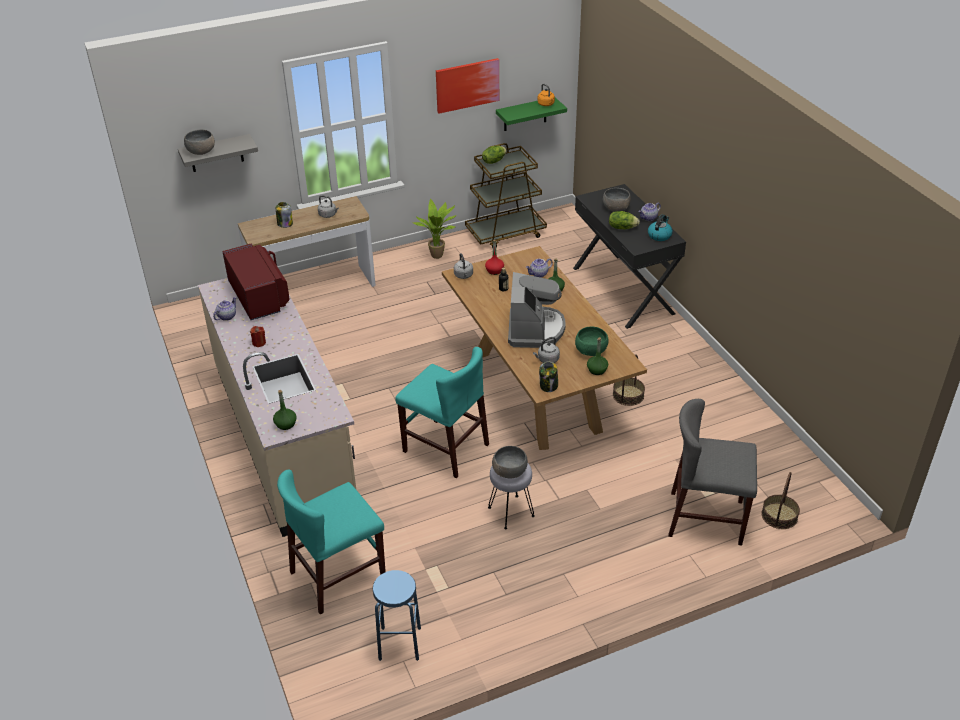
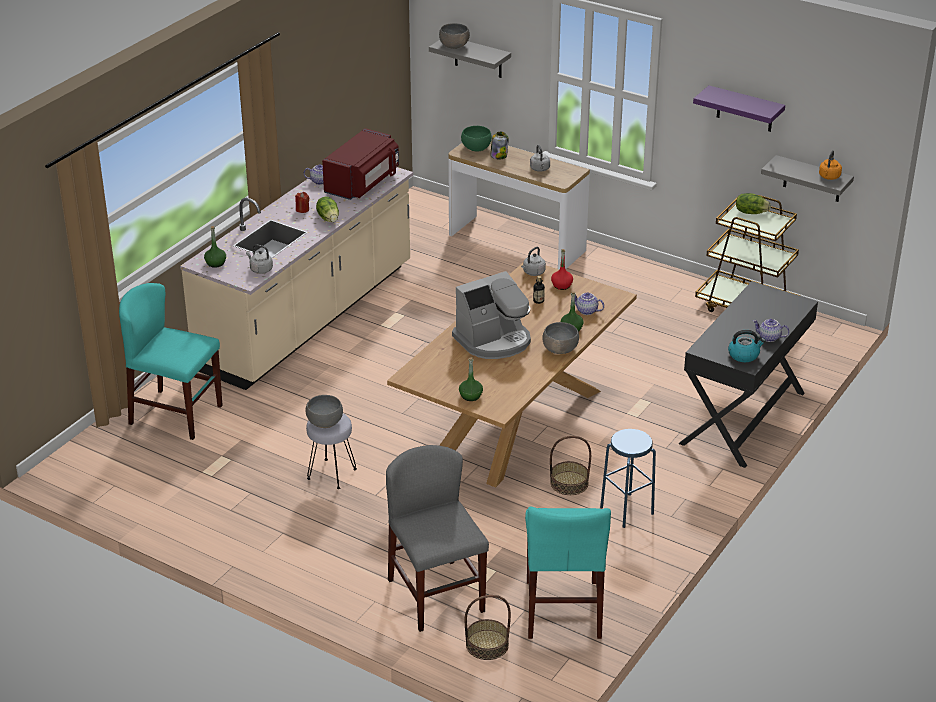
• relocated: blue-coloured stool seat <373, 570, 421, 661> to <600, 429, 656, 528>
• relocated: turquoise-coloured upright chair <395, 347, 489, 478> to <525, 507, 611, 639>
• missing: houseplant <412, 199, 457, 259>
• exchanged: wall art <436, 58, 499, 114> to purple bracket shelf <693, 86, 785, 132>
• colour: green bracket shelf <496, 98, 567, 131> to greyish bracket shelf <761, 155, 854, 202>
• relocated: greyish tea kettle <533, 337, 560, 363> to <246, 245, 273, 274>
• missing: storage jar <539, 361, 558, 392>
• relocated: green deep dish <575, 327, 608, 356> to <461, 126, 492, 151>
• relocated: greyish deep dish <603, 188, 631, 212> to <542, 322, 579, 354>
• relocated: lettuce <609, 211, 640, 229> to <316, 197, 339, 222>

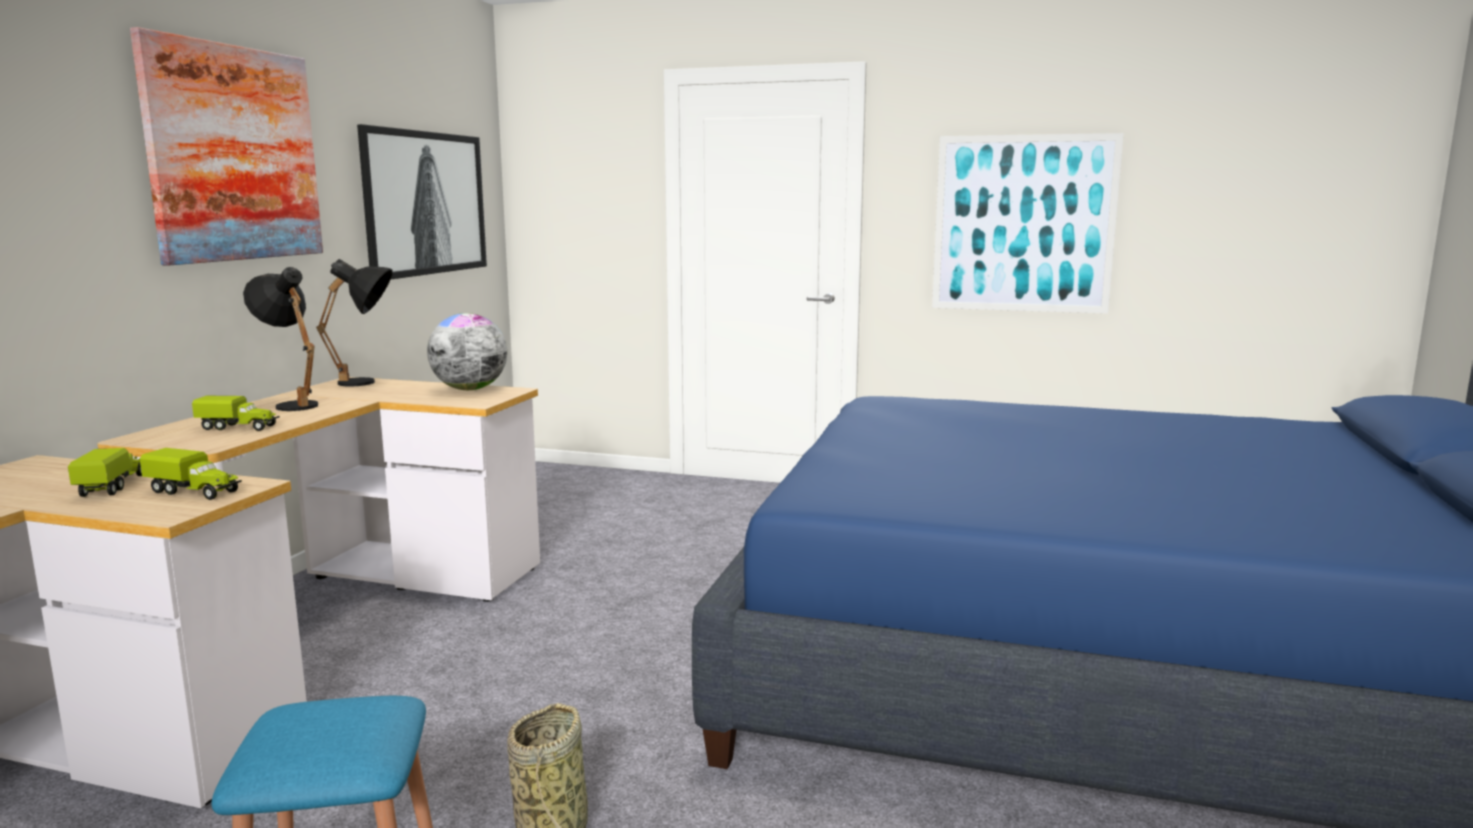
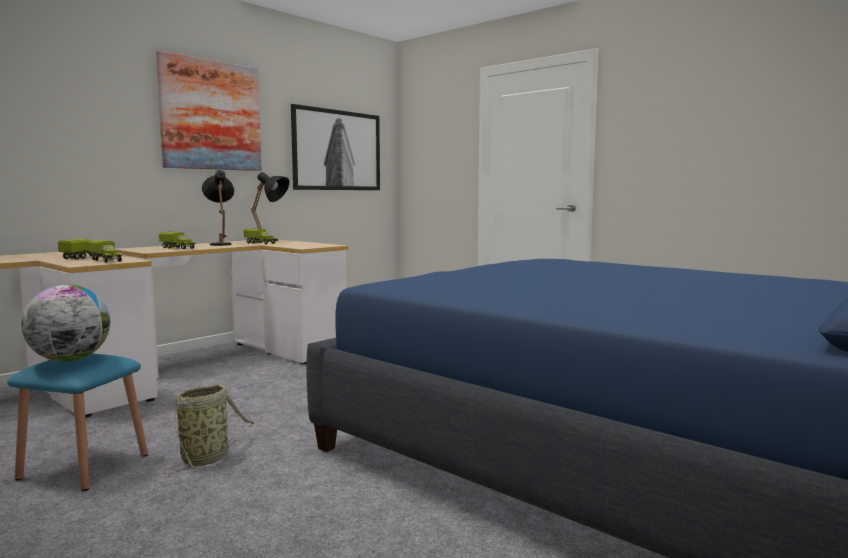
• relocated: desk globe <427, 313, 507, 390> to <21, 285, 110, 362>
• missing: wall art <932, 133, 1124, 314>
• appeared: toy lorry <244, 228, 277, 245>

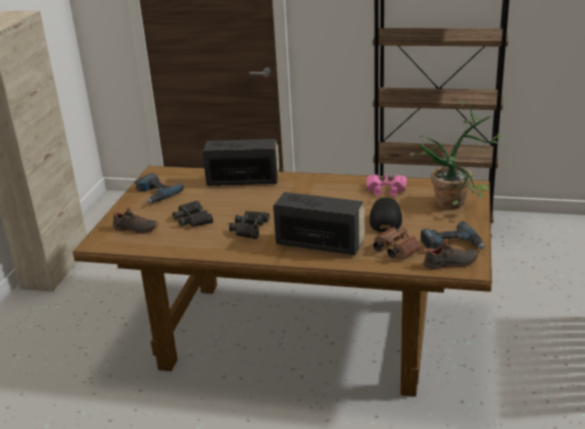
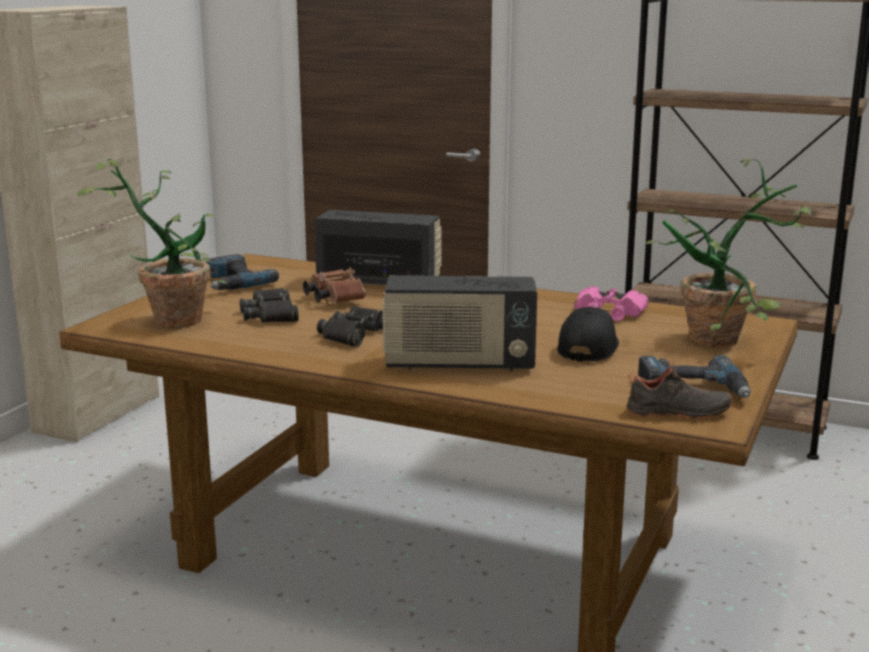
• exchanged: black shoe <112, 205, 159, 234> to houseplant <77, 159, 227, 328>
• spun: radio <273, 192, 365, 255> = <382, 276, 537, 371> 150 degrees clockwise
• relocated: brown-coloured binoculars <373, 227, 421, 259> to <303, 267, 366, 306>

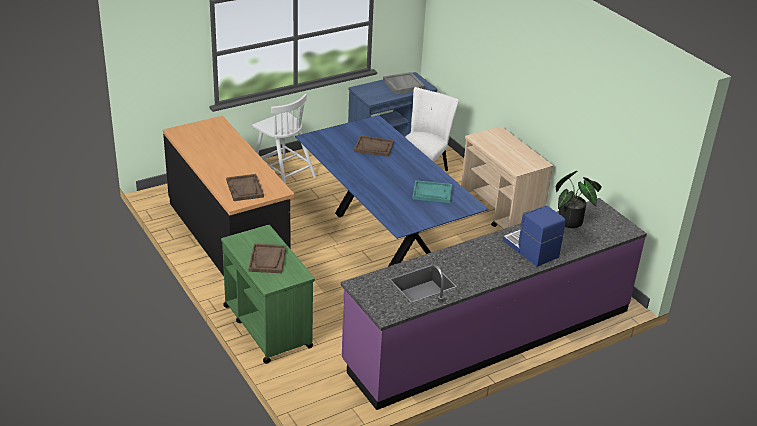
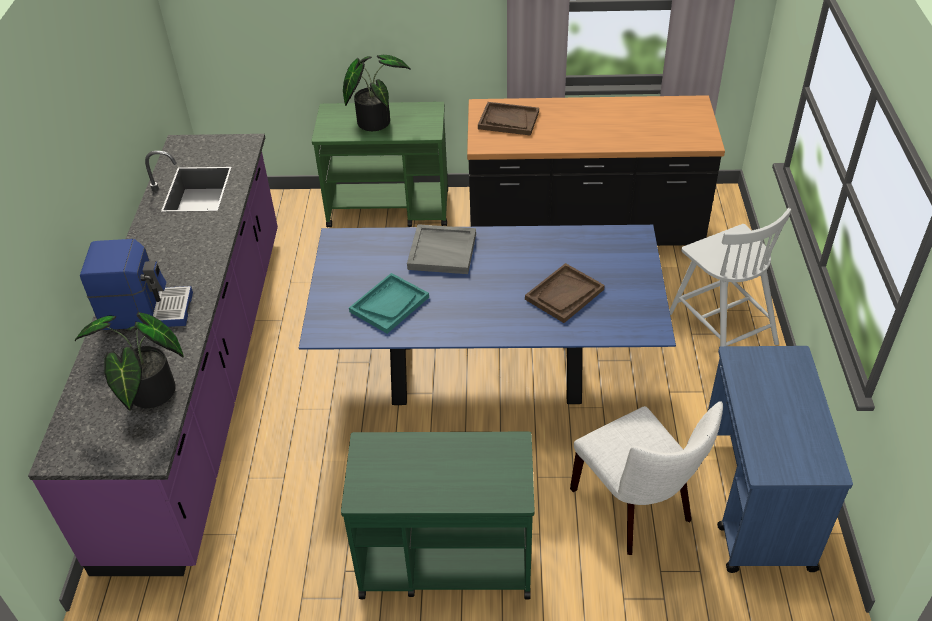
• exchanged: brown-coloured carrying tray <249, 244, 286, 273> to houseplant <343, 55, 411, 131>
• spun: white upright chair <252, 94, 316, 184> = <669, 208, 791, 347> 105 degrees counterclockwise
• relocated: greyish carrying tray <383, 72, 425, 94> to <407, 224, 476, 274>
• colour: beige-coloured wheeled cart <461, 126, 553, 229> to green wheeled cart <341, 432, 535, 600>

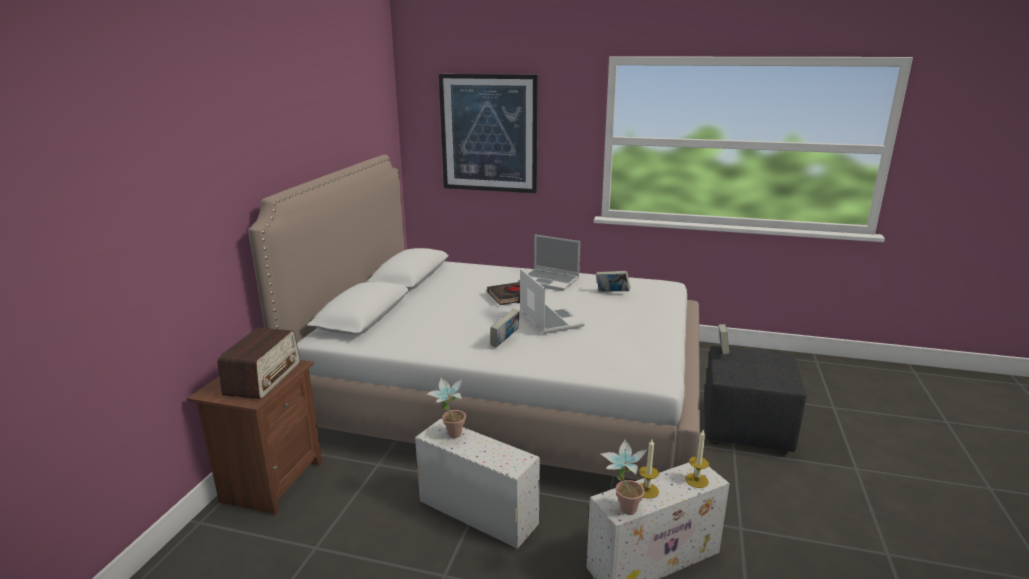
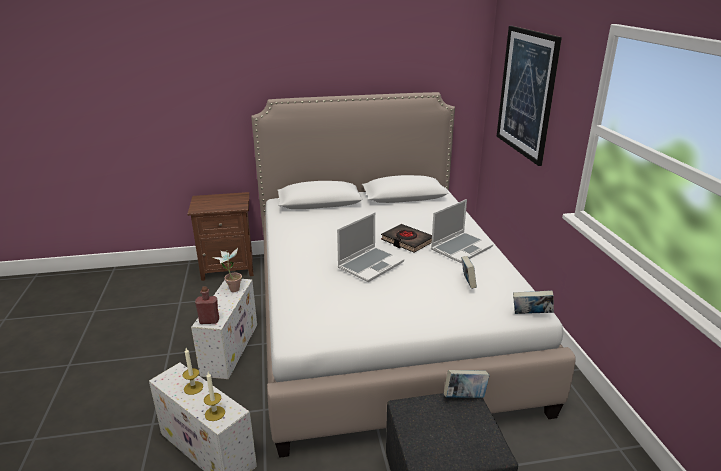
• missing: radio <217, 328, 300, 399>
• relocated: volume <490, 308, 520, 348> to <513, 290, 554, 314>
• spun: notebook computer <518, 235, 580, 291> = <431, 199, 493, 263> 135 degrees counterclockwise
• missing: houseplant <601, 439, 647, 515>
• appeared: red-coloured drink bottle <195, 286, 219, 324>

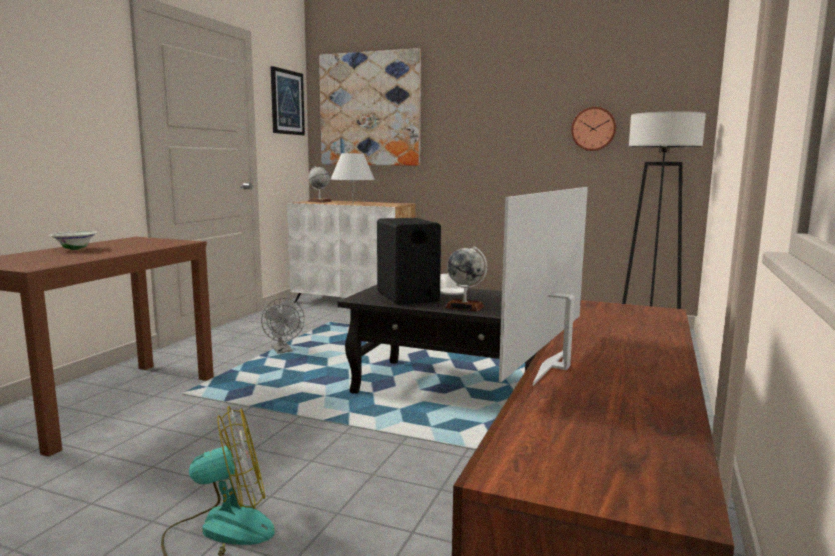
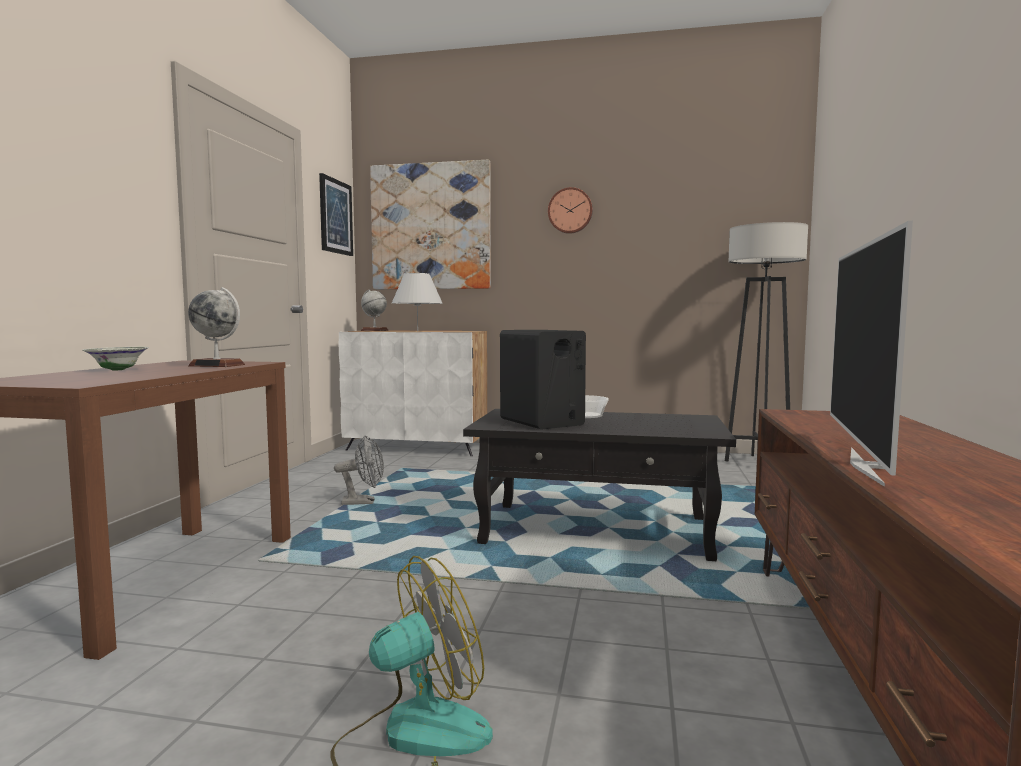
• spun: greyish electric fan <261, 298, 305, 353> = <334, 435, 384, 505> 60 degrees counterclockwise
• relocated: desk globe <445, 246, 487, 311> to <188, 287, 245, 367>
• relocated: clock on the wall <571, 107, 616, 151> to <548, 187, 593, 234>

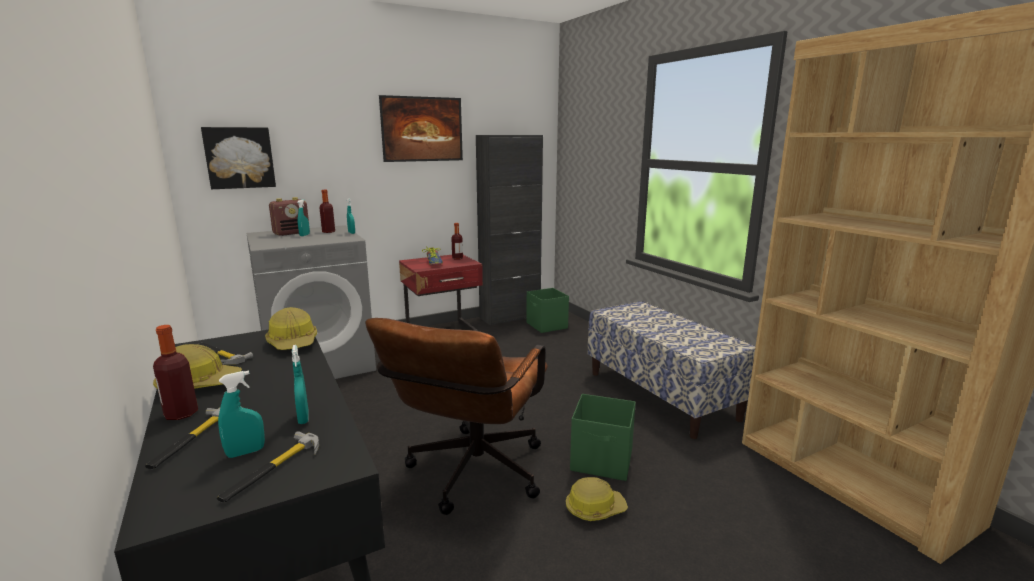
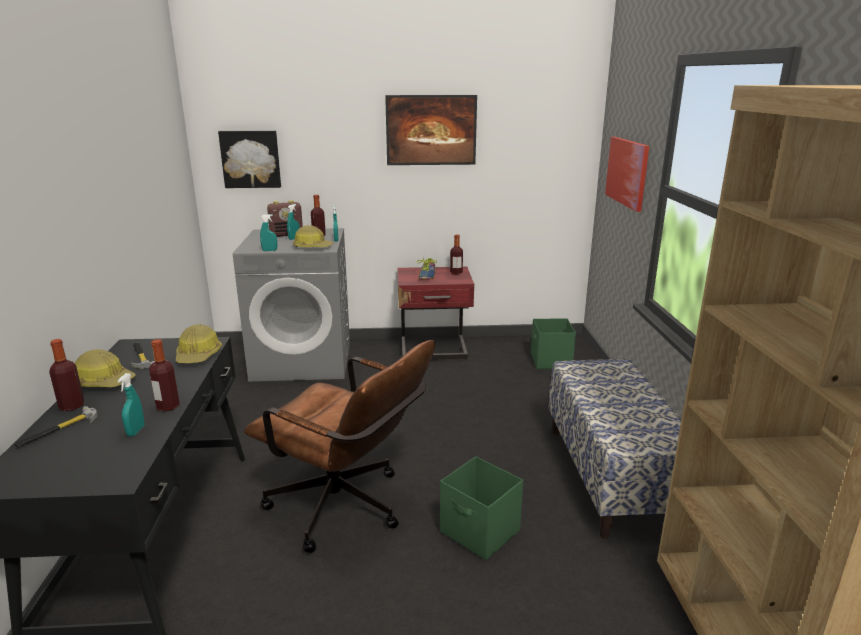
• missing: tool hammer <217, 432, 319, 503>
• relocated: turquoise-coloured hand sprayer <218, 370, 265, 458> to <260, 214, 277, 251>
• spun: brown-coloured desk chair <365, 318, 548, 515> = <244, 340, 435, 553> 105 degrees counterclockwise
• missing: black storage cabinet <476, 135, 543, 326>
• relocated: hard hat <566, 477, 628, 521> to <293, 225, 334, 248>
• appeared: drink bottle <149, 339, 180, 412>
• appeared: wall art <605, 137, 649, 212>

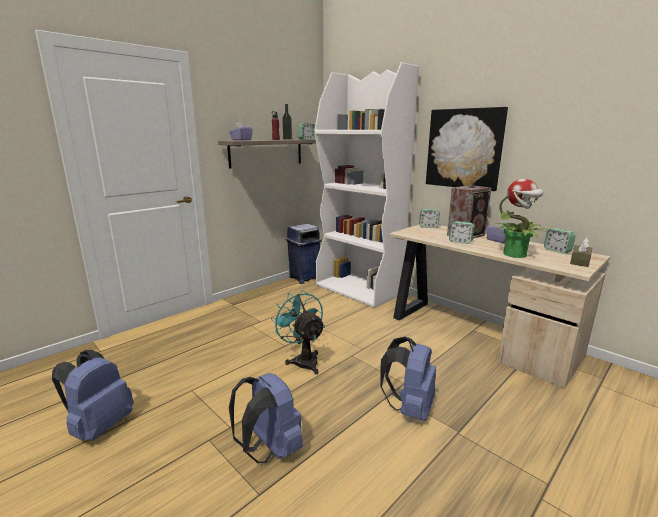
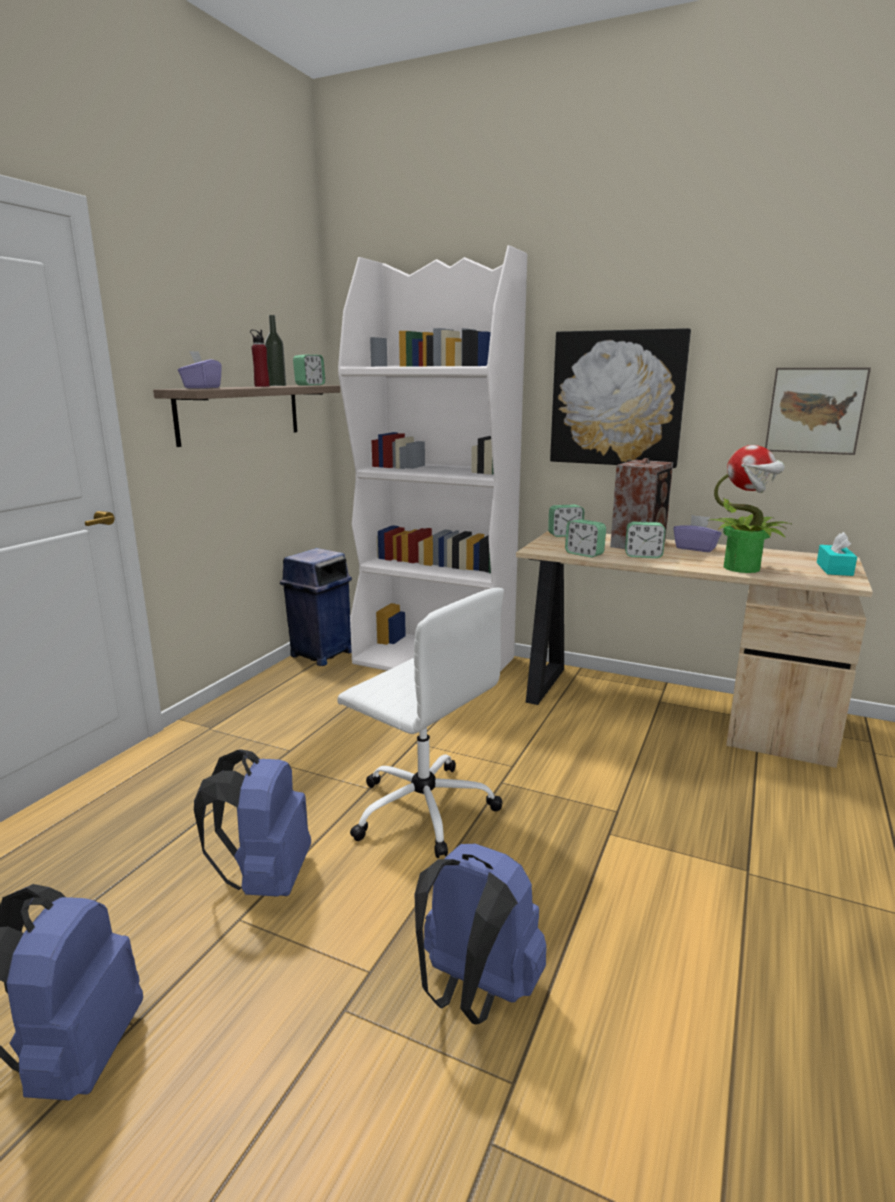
• exchanged: turquoise-coloured electric fan <271, 290, 325, 374> to white desk chair <337, 588, 504, 858>
• relocated: blue-coloured backpack <380, 336, 436, 421> to <194, 749, 311, 897>
• relocated: alarm clock <544, 228, 576, 254> to <565, 519, 606, 558>
• colour: brown-coloured tissue box <570, 238, 592, 267> to turquoise-coloured tissue box <817, 532, 857, 576>
• appeared: wall art <765, 368, 871, 455>

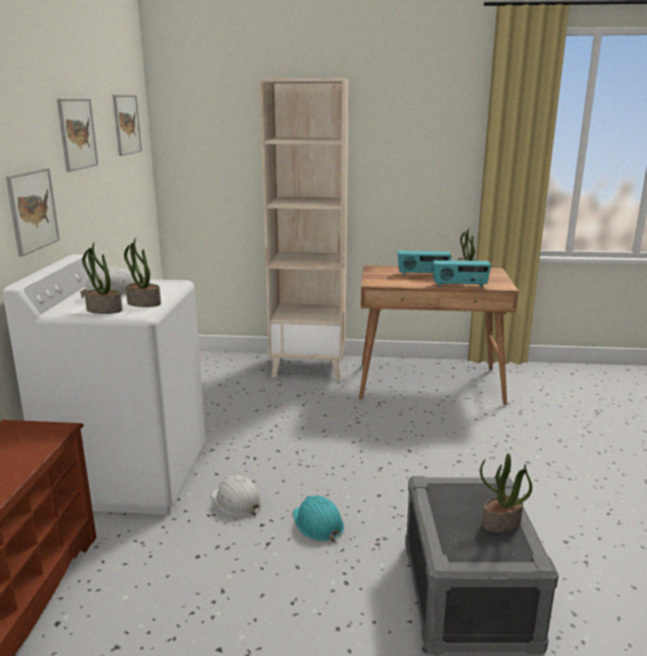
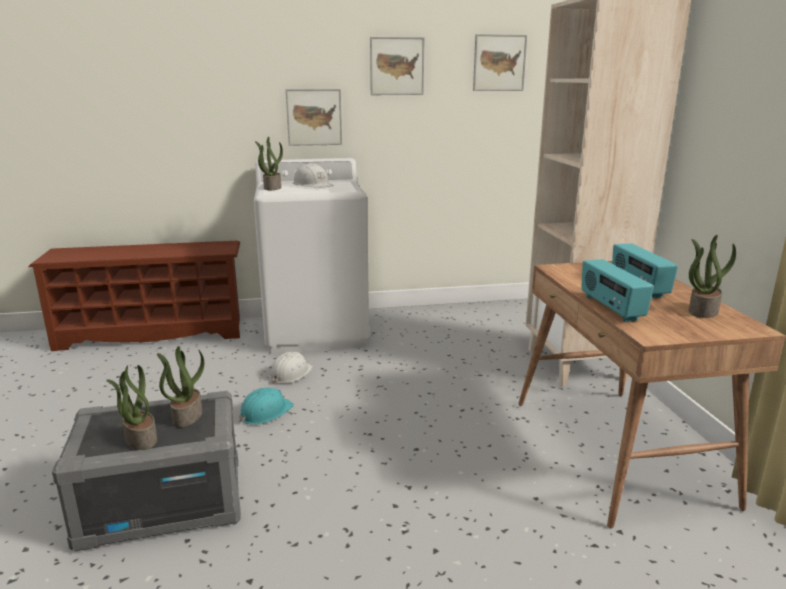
• relocated: houseplant <124, 238, 161, 307> to <157, 346, 204, 428>

